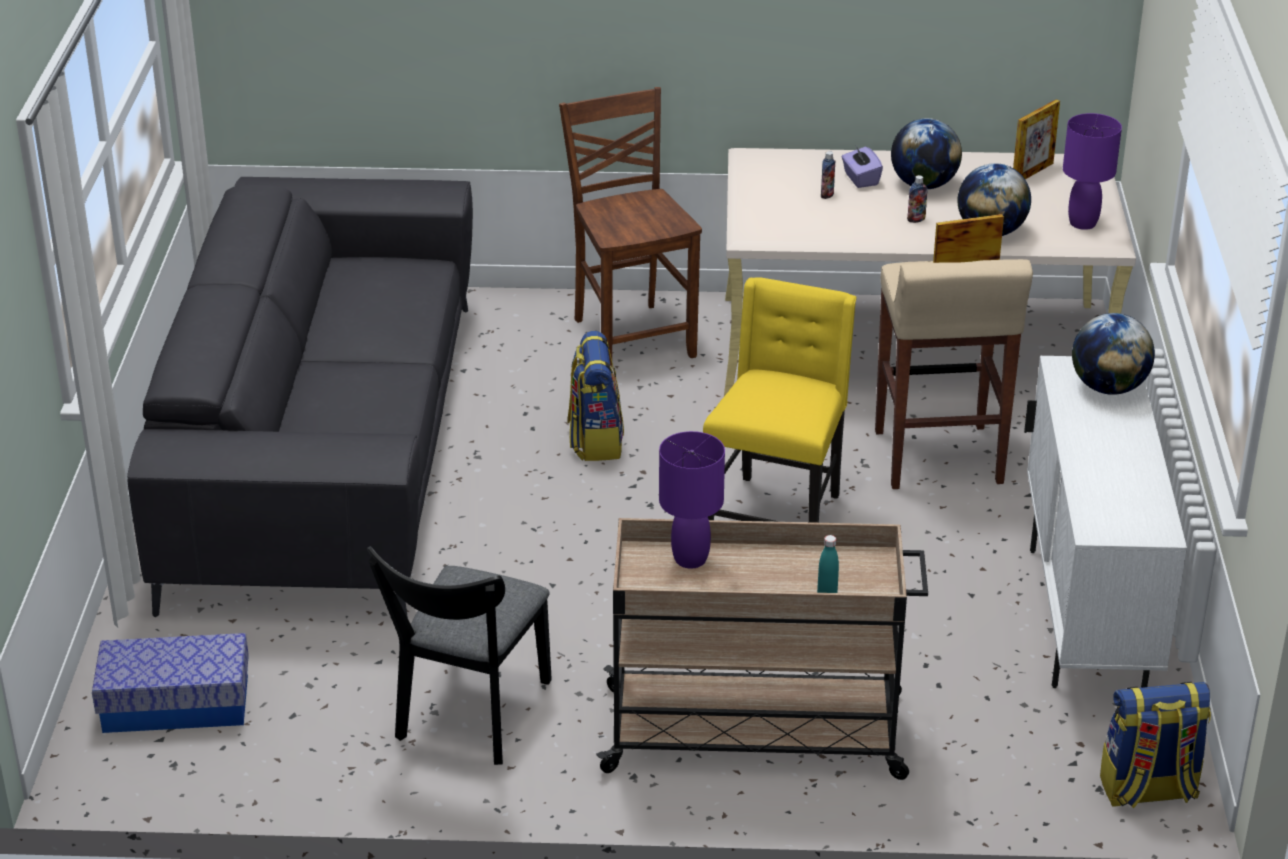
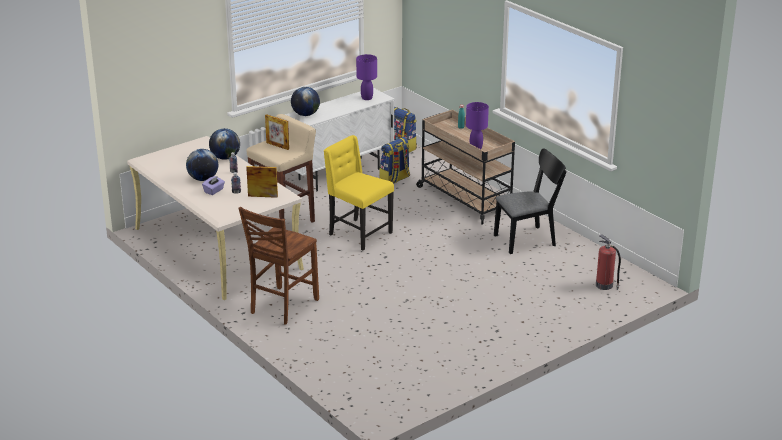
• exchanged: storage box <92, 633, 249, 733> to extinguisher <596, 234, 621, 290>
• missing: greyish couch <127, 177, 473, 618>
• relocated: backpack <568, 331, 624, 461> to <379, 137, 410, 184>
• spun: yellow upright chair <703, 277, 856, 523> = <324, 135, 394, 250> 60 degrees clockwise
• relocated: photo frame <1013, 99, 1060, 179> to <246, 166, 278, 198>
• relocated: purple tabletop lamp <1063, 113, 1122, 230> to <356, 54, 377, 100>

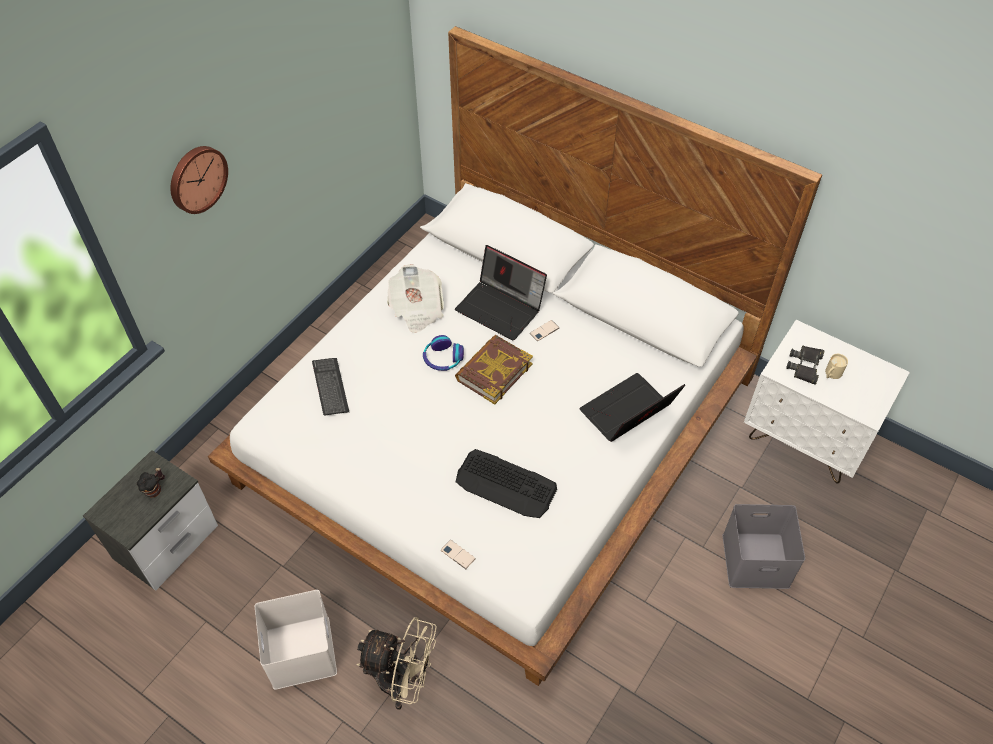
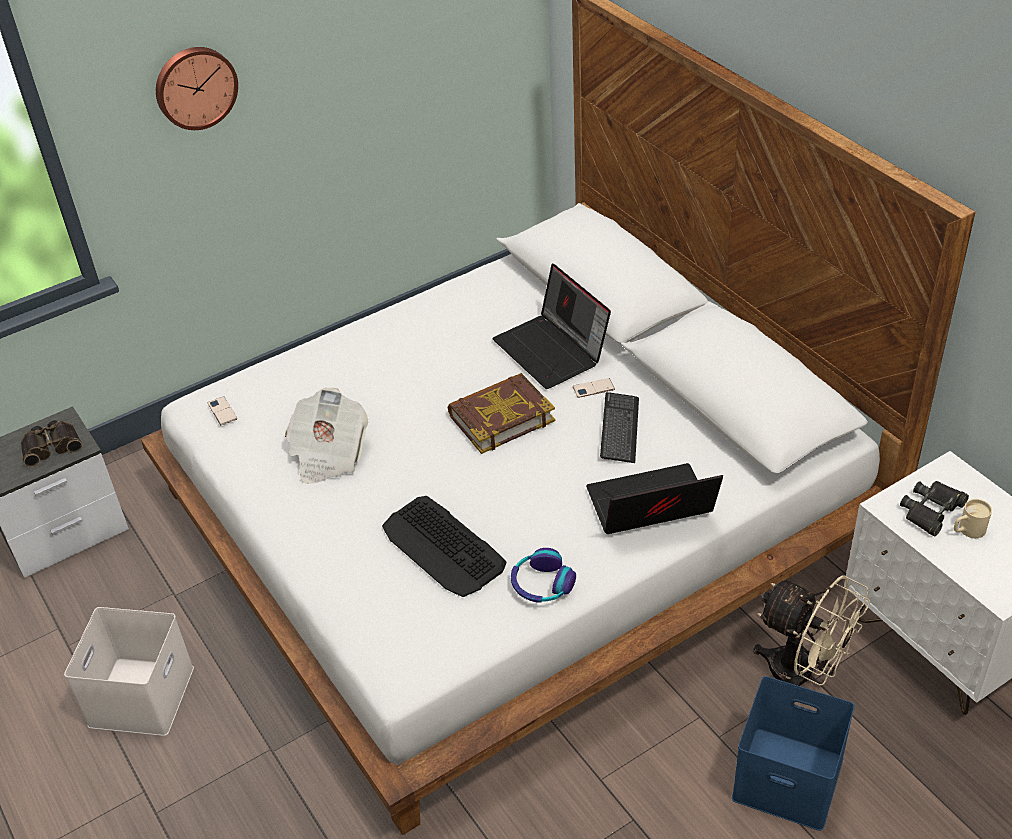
• exchanged: tea mug <137, 467, 165, 497> to binoculars <21, 421, 83, 467>
• relocated: keyboard <312, 358, 349, 416> to <600, 392, 639, 463>
• relocated: beige-coloured electric fan <356, 617, 437, 710> to <753, 575, 870, 703>
• relocated: daily paper <387, 264, 444, 333> to <285, 388, 368, 484>
• relocated: headset <423, 335, 464, 371> to <511, 548, 576, 602>
• relocated: phone <441, 540, 476, 569> to <208, 396, 237, 425>
• colour: greyish storage box <723, 504, 805, 589> to blue-coloured storage box <732, 676, 855, 831>

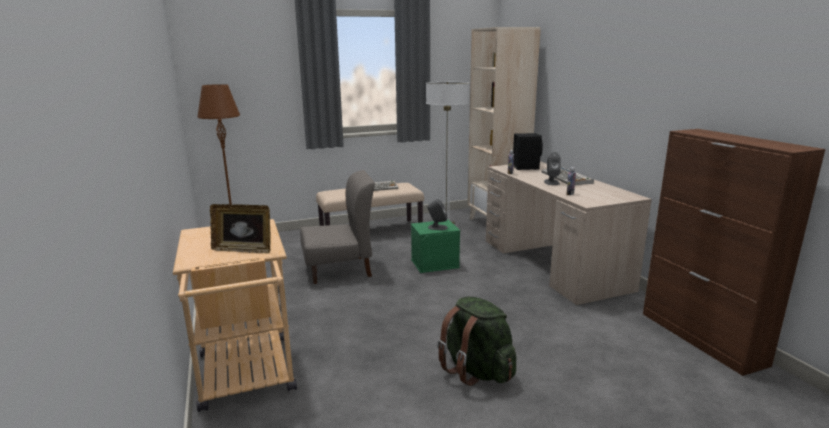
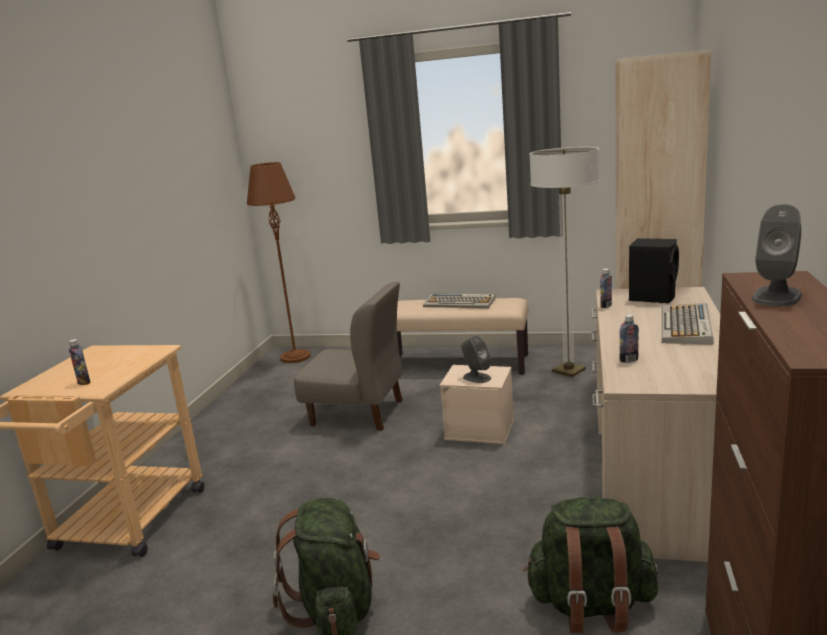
• exchanged: photo frame <210, 204, 271, 254> to drink bottle <69, 339, 90, 385>
• colour: green storage box <411, 220, 460, 273> to beige-coloured storage box <440, 365, 514, 444>
• relocated: greyish loudspeaker <544, 152, 561, 185> to <752, 204, 802, 306>
• appeared: green backpack <524, 497, 658, 633>

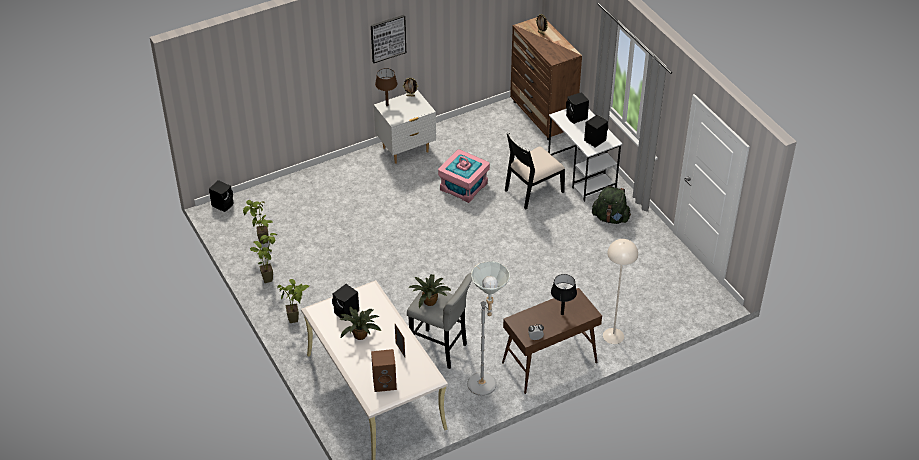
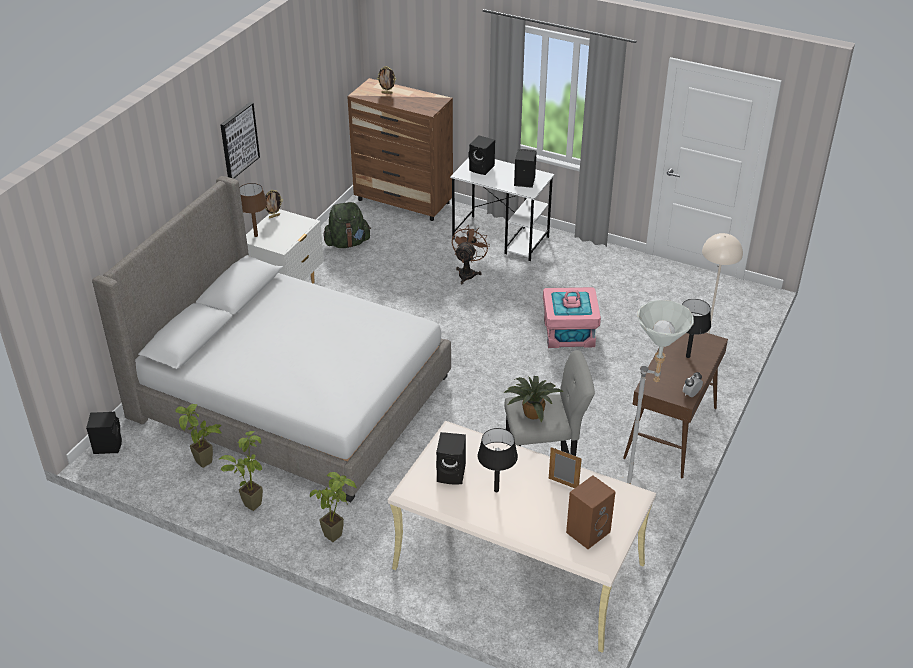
• exchanged: houseplant <340, 307, 381, 340> to black tabletop lamp <478, 428, 518, 492>
• relocated: pink storage box <438, 149, 490, 203> to <543, 287, 601, 348>
• exchanged: black upright chair <505, 132, 565, 210> to brown-coloured electric fan <452, 225, 490, 284>
• relocated: green backpack <592, 186, 631, 224> to <324, 202, 371, 248>
• appeared: bed <92, 176, 451, 502>

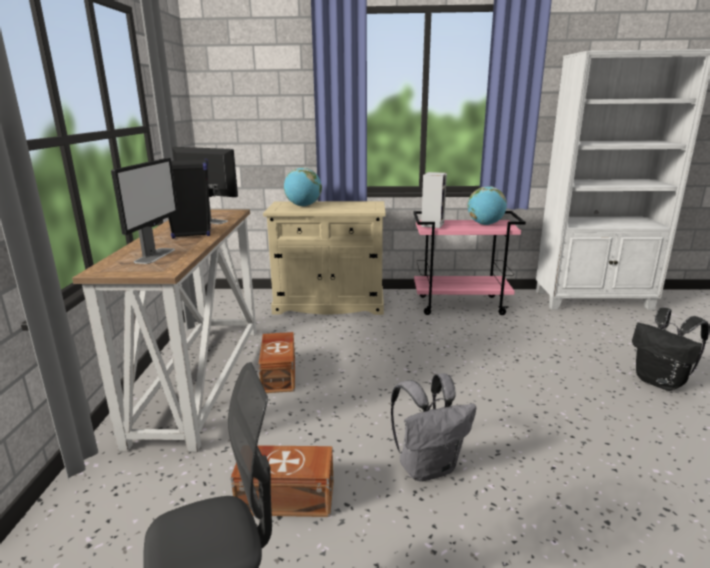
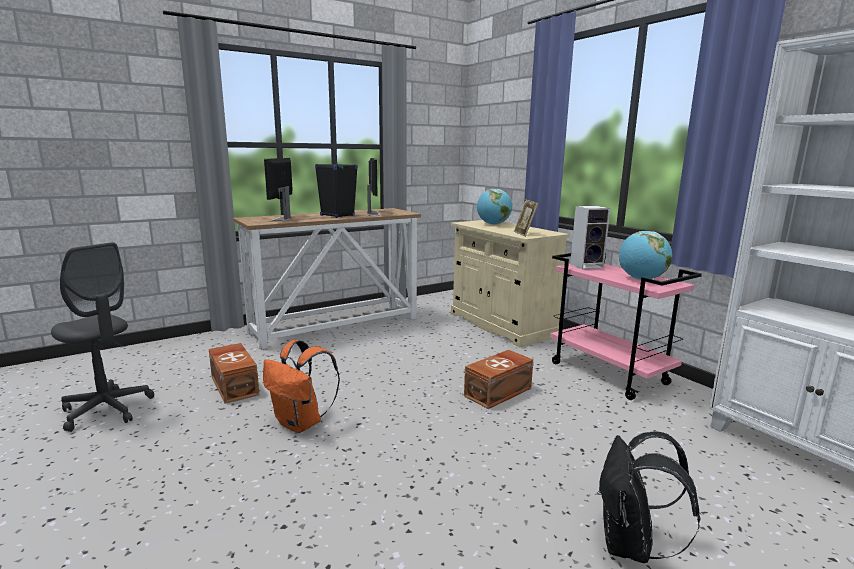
• spun: computer display <111, 158, 178, 264> = <264, 158, 294, 221> 120 degrees clockwise
• relocated: brown-coloured storage box <259, 332, 295, 393> to <464, 350, 533, 409>
• colour: greyish backpack <391, 374, 476, 482> to orange-coloured backpack <263, 340, 340, 433>
• appeared: photo frame <514, 200, 538, 237>

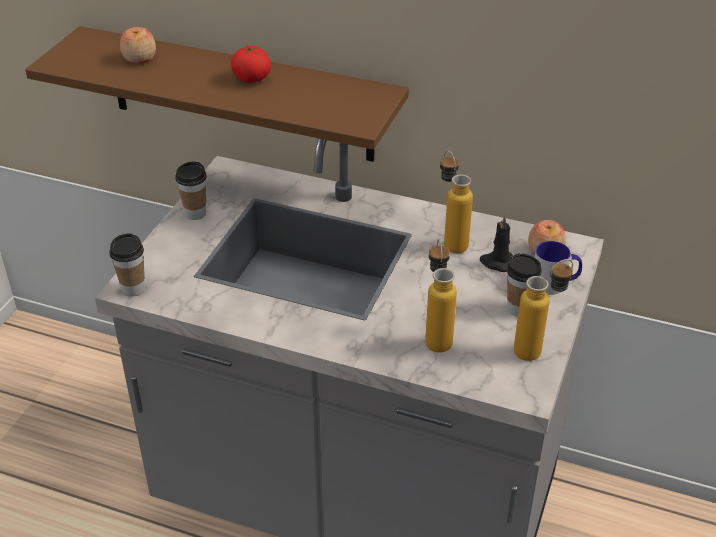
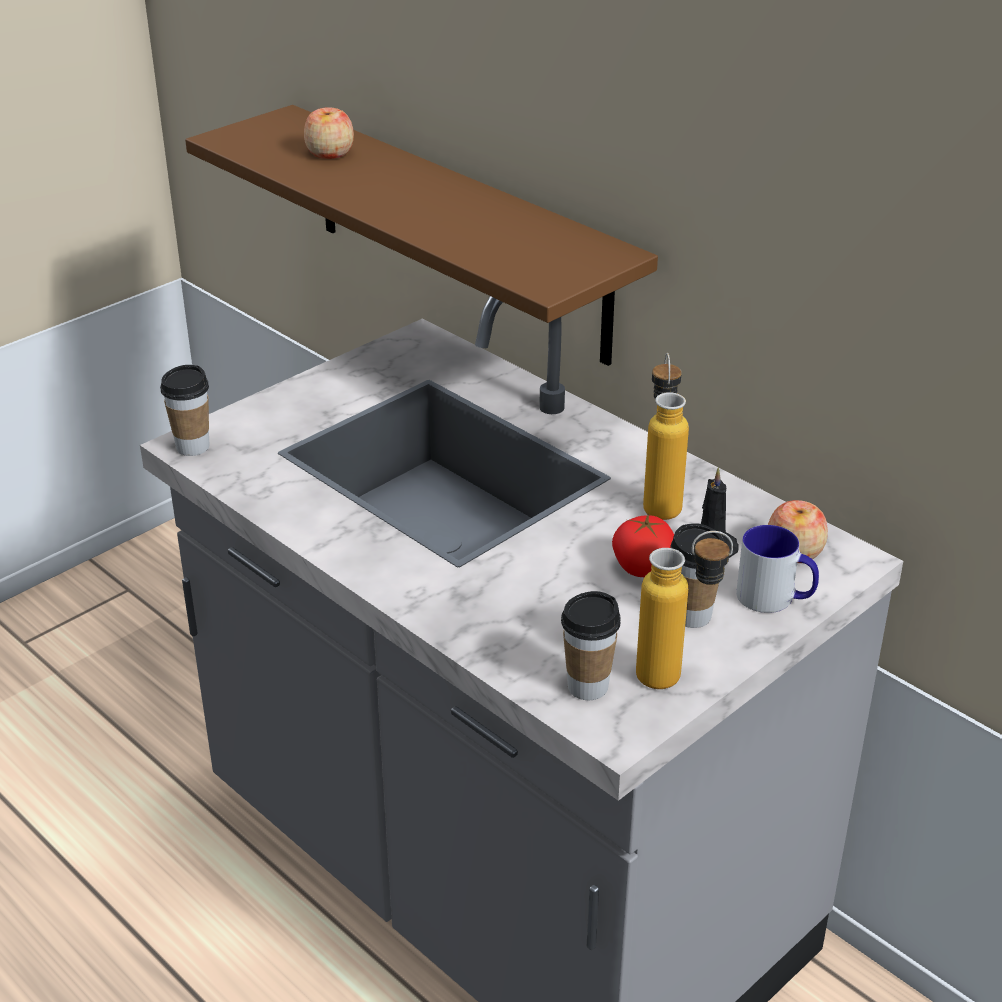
• relocated: drinking cup <175, 162, 207, 220> to <561, 591, 621, 700>
• relocated: fresh tomato <231, 45, 271, 83> to <612, 513, 674, 577>
• missing: drink bottle <425, 239, 457, 353>

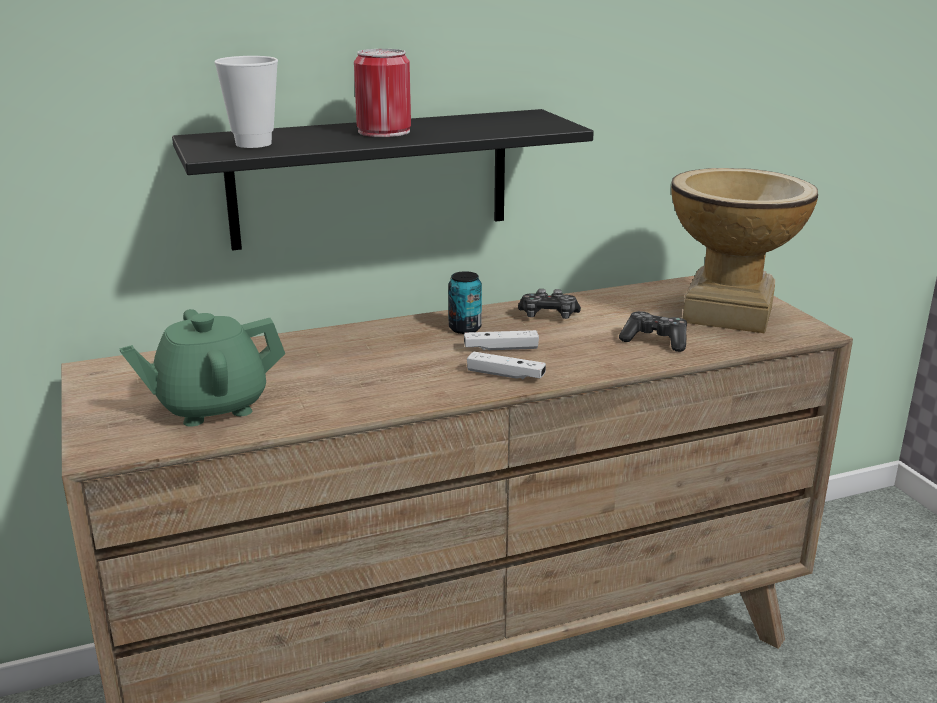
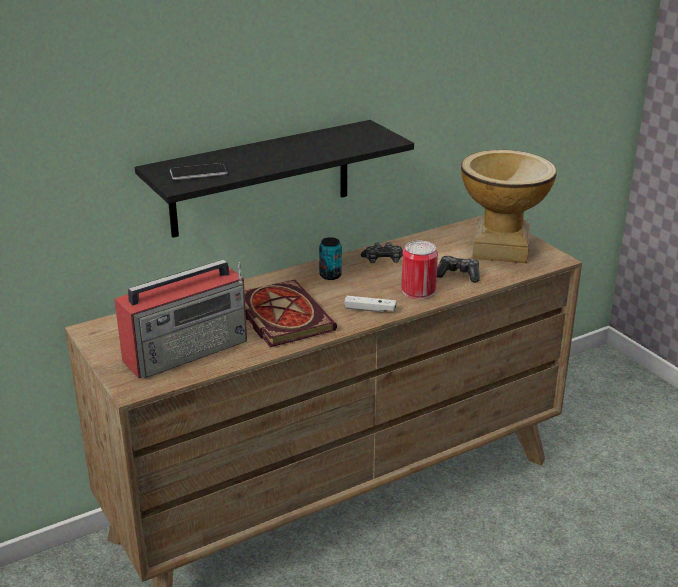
• exchanged: green tea pot <119, 309, 285, 427> to radio <114, 259, 247, 379>
• exchanged: drinking cup <214, 56, 278, 148> to phone <170, 163, 227, 180>
• relocated: can <354, 49, 411, 137> to <401, 241, 438, 299>
• missing: white game controller <464, 330, 539, 351>
• appeared: volume <245, 280, 337, 347>

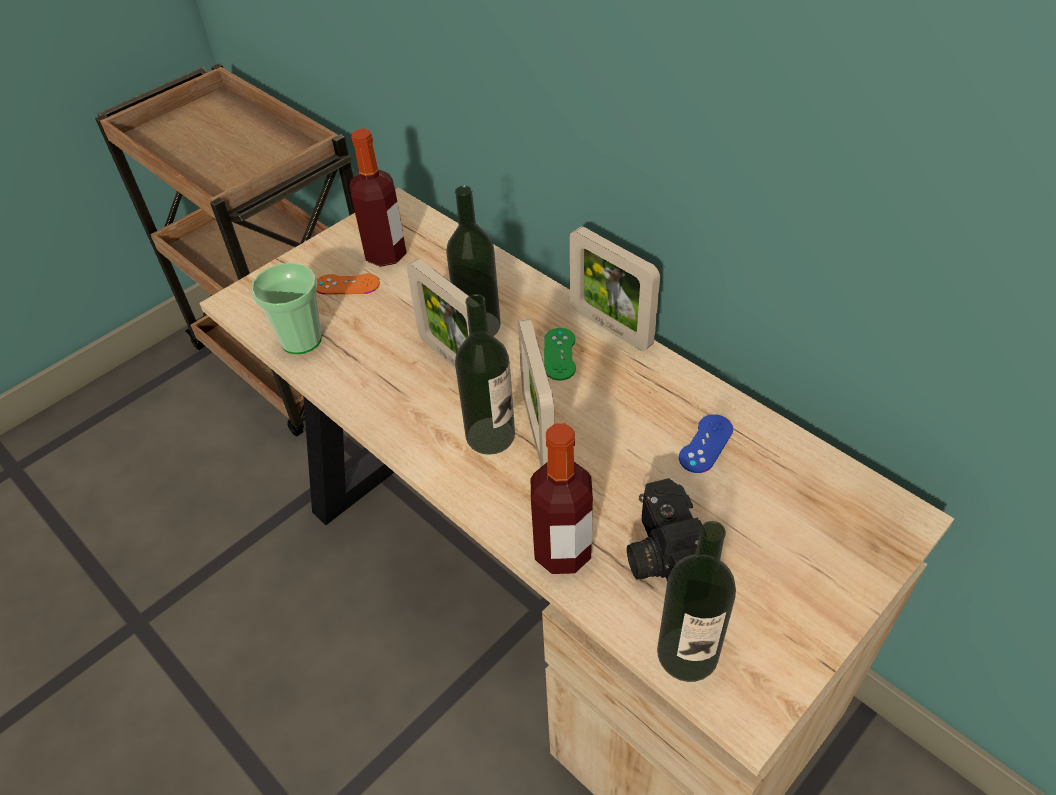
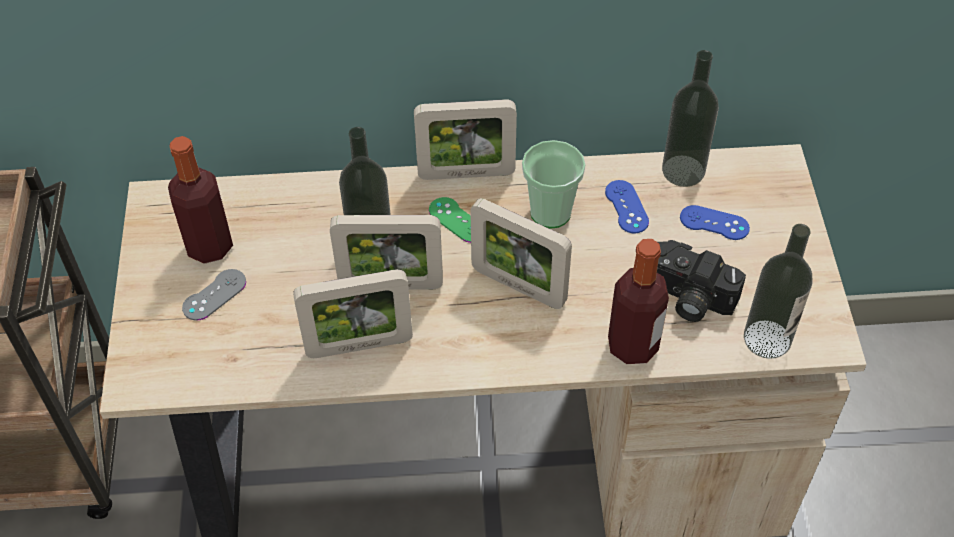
• relocated: drinking cup <251, 263, 322, 354> to <522, 140, 585, 228>
• colour: orange-coloured game controller <316, 274, 380, 295> to greyish game controller <182, 269, 246, 321>
• relocated: drink bottle <455, 294, 515, 455> to <662, 50, 719, 187>
• appeared: photo frame <293, 269, 413, 358>
• appeared: blue-coloured game controller <680, 205, 750, 240>

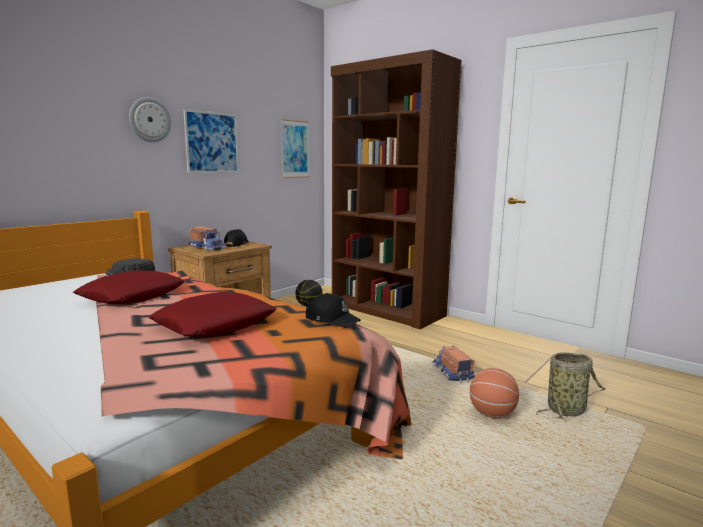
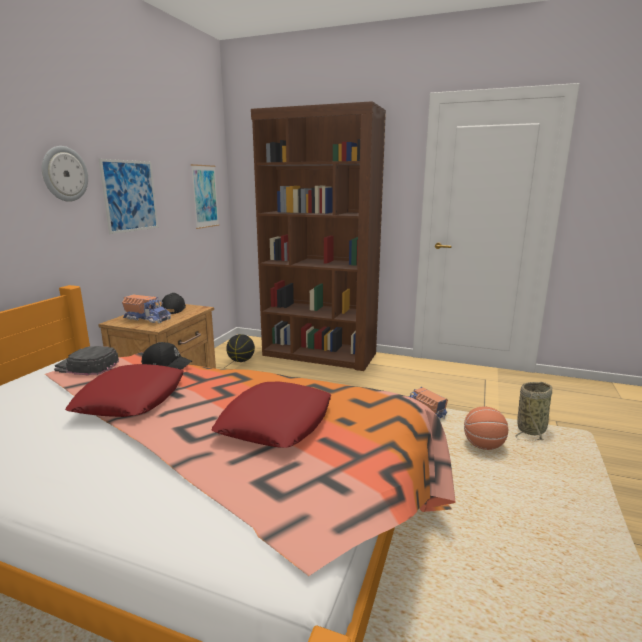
• relocated: black cap <305, 293, 361, 328> to <141, 342, 192, 369>

